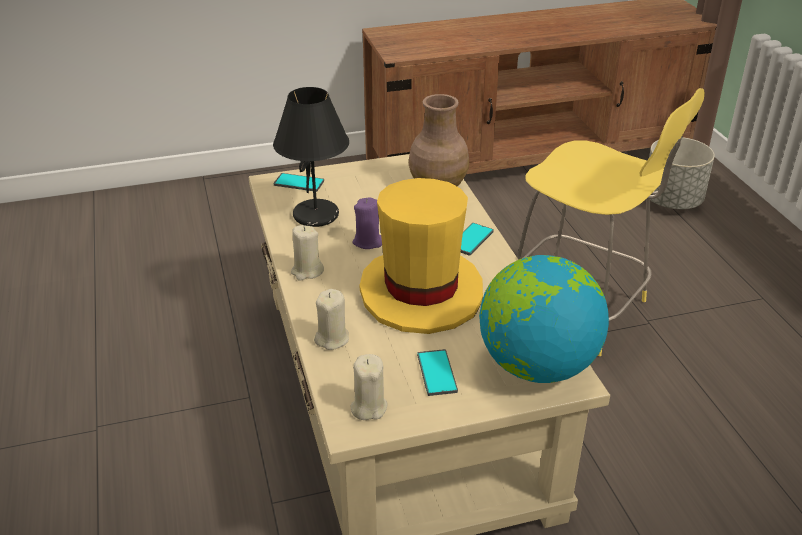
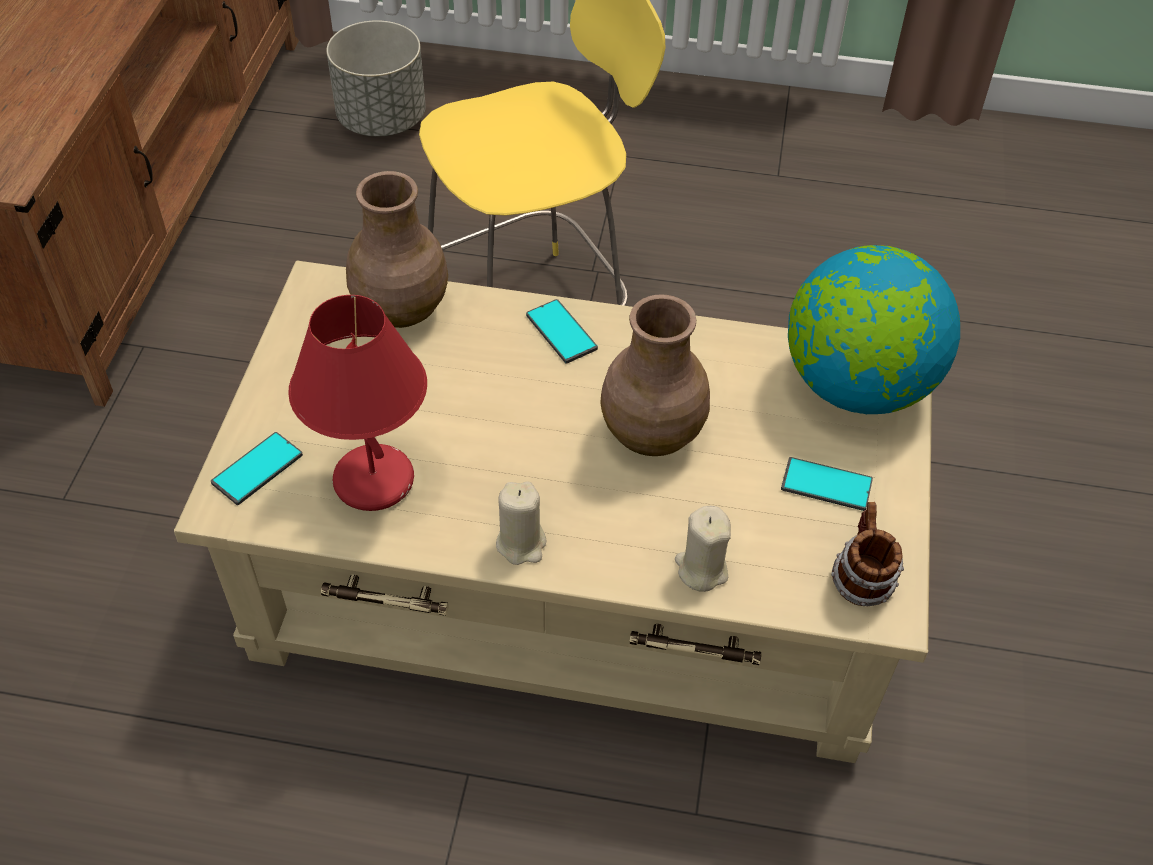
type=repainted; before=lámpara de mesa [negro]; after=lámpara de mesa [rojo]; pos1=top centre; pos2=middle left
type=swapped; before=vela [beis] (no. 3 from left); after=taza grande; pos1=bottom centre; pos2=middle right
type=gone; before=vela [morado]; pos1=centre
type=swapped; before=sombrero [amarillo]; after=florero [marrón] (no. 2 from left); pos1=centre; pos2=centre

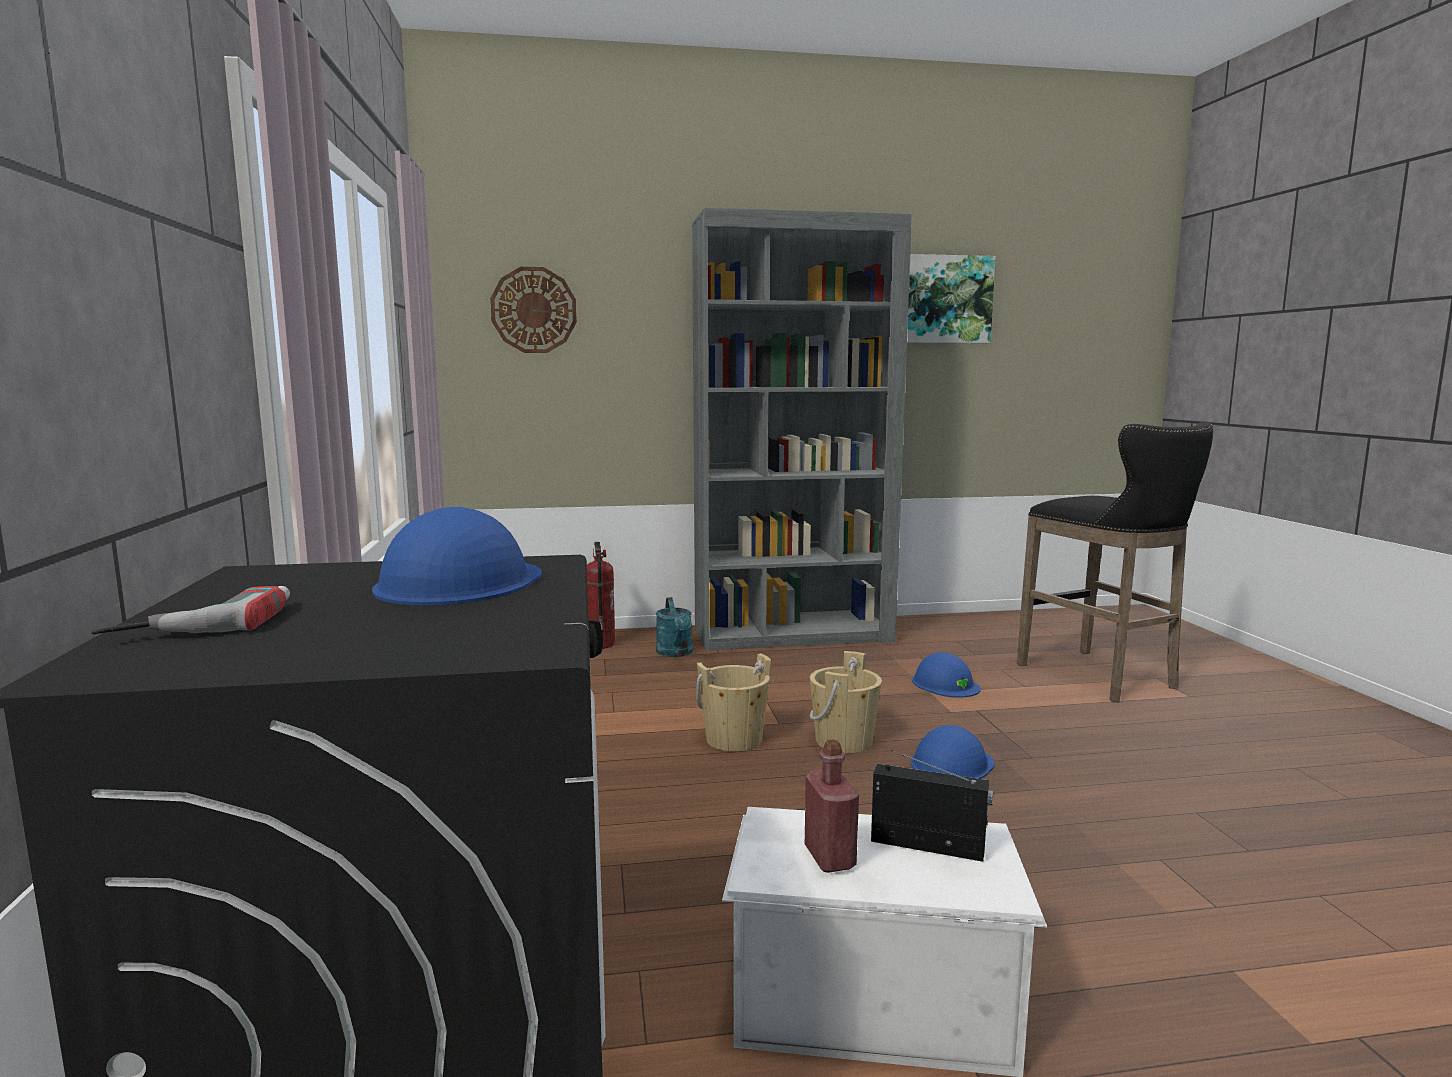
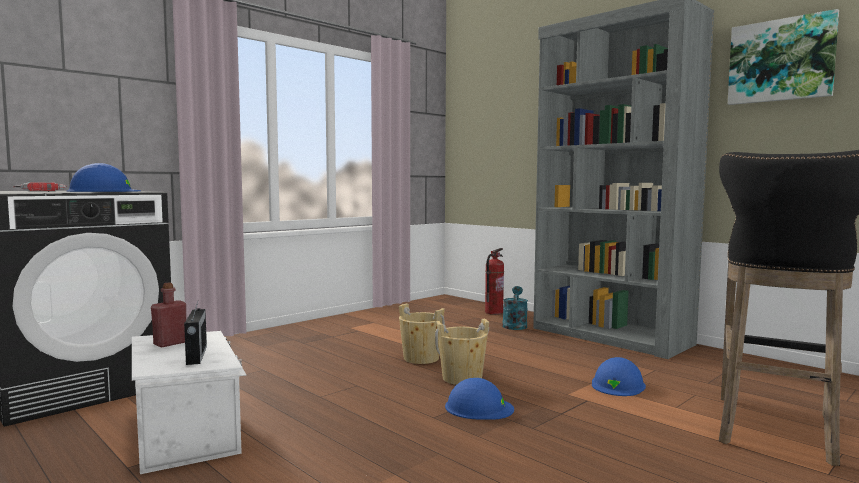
type=gone; before=reloj de pared; pos1=top centre
type=rotated; before=regadera [turquesa]; pos1=centre; pos2=centre; turn=150

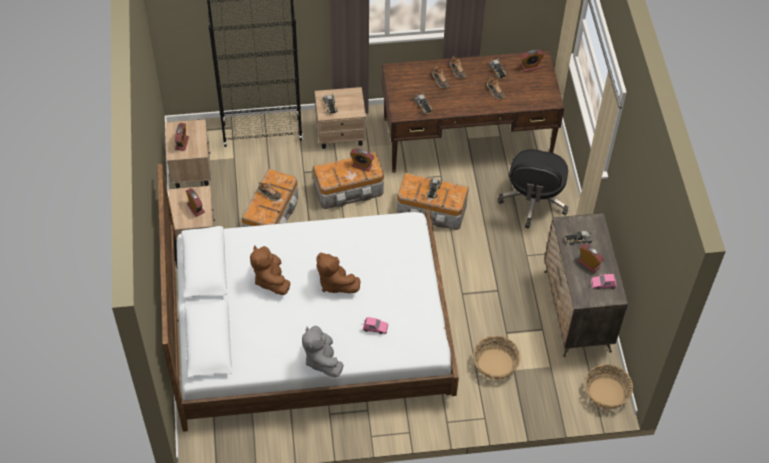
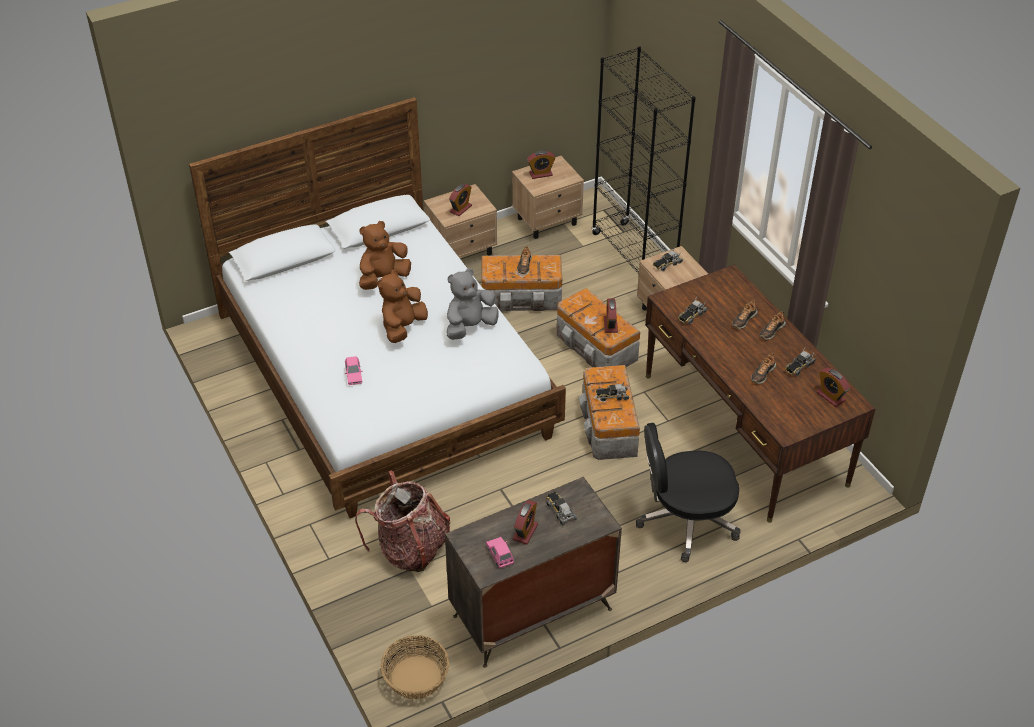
type=shifted; before=peluche [gris]; pos1=bottom centre; pos2=centre
type=swapped; before=cesta (no. 1 from left); after=mochila; pos1=bottom centre; pos2=bottom centre

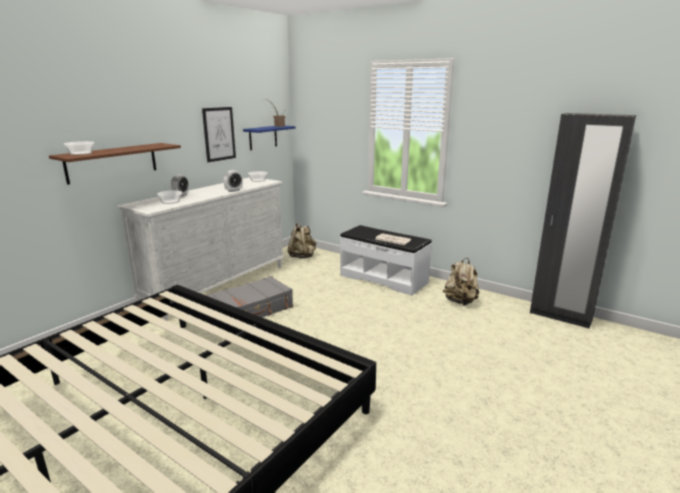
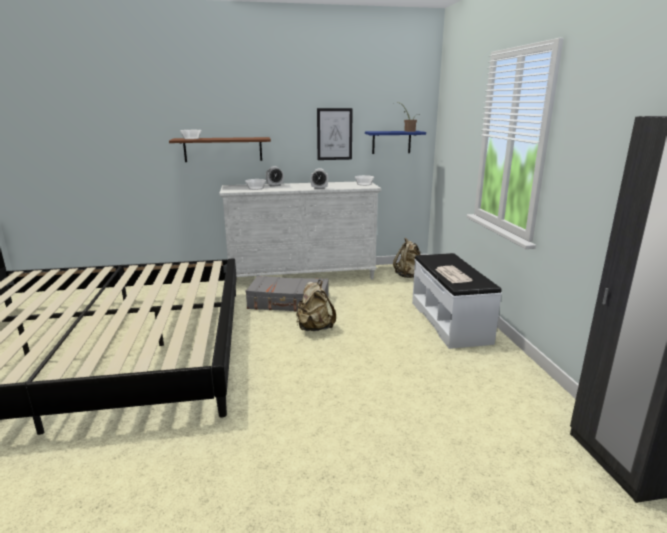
type=shifted; before=mochila [beis] (no. 2 from left in the first image); after=mochila [beis] (no. 1 from left); pos1=middle right; pos2=centre

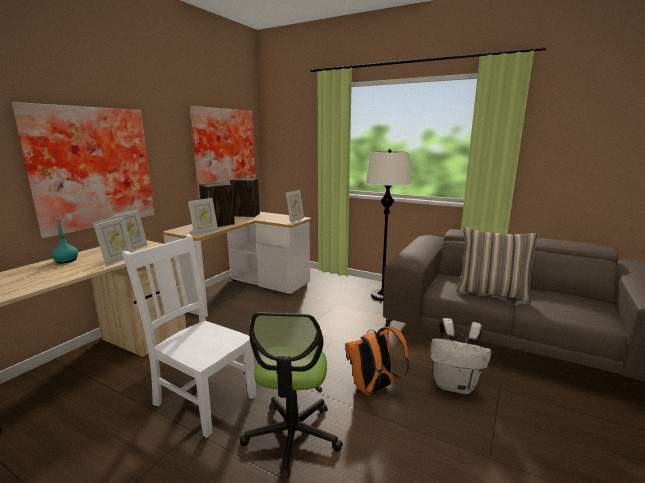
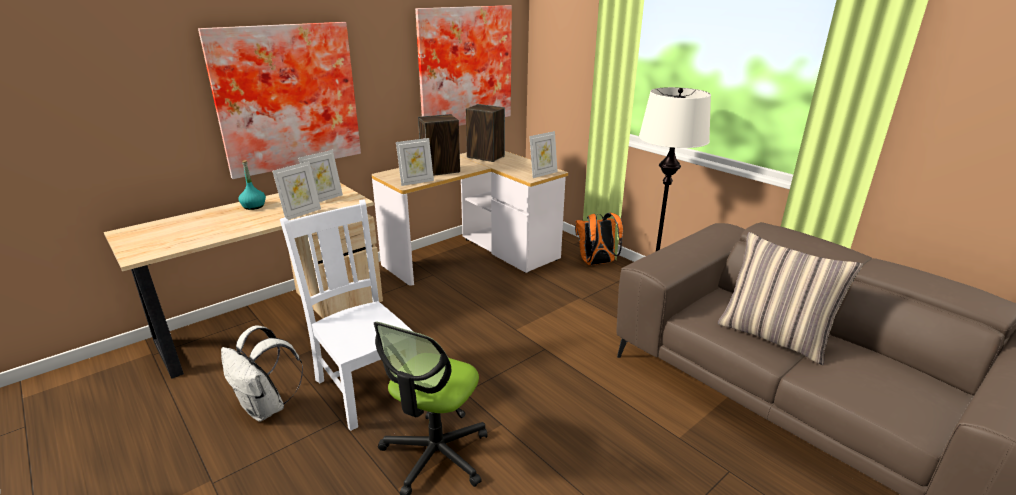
type=shifted; before=mochila [naranja]; pos1=bottom centre; pos2=centre
type=shifted; before=mochila [blanco]; pos1=bottom right; pos2=bottom left

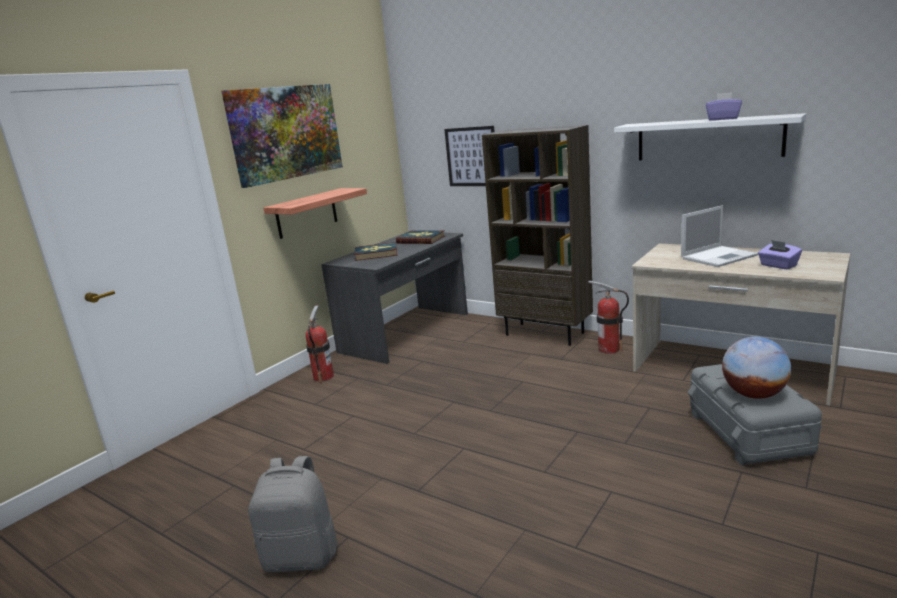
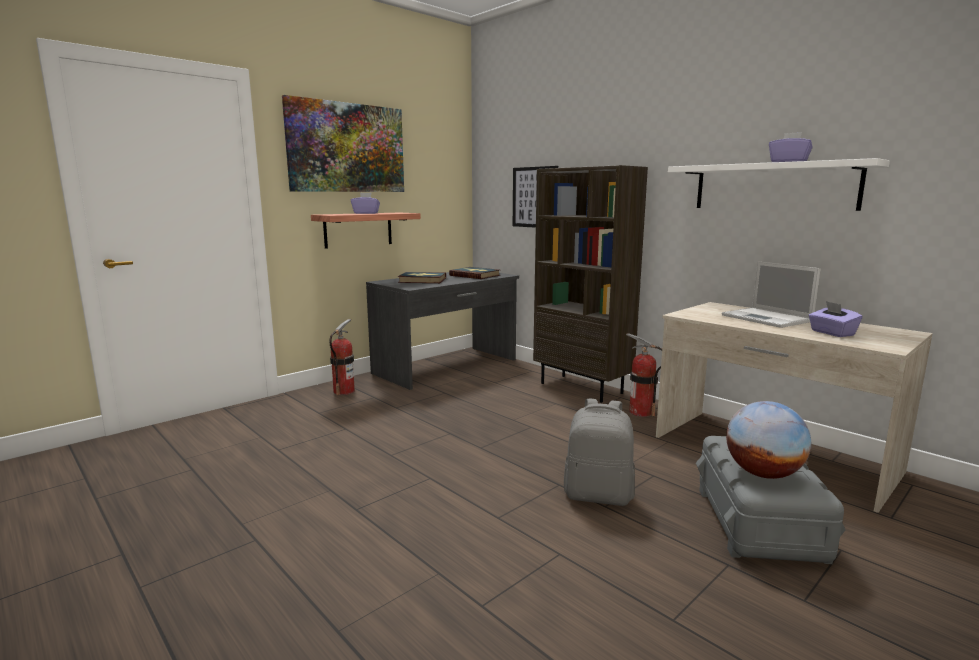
type=shifted; before=mochila [gris]; pos1=bottom left; pos2=bottom centre
type=rotated; before=portátil; pos1=middle right; pos2=middle right; turn=75
type=new; after=caja de pañuelos [morado] (no. 1 from left); pos2=top centre

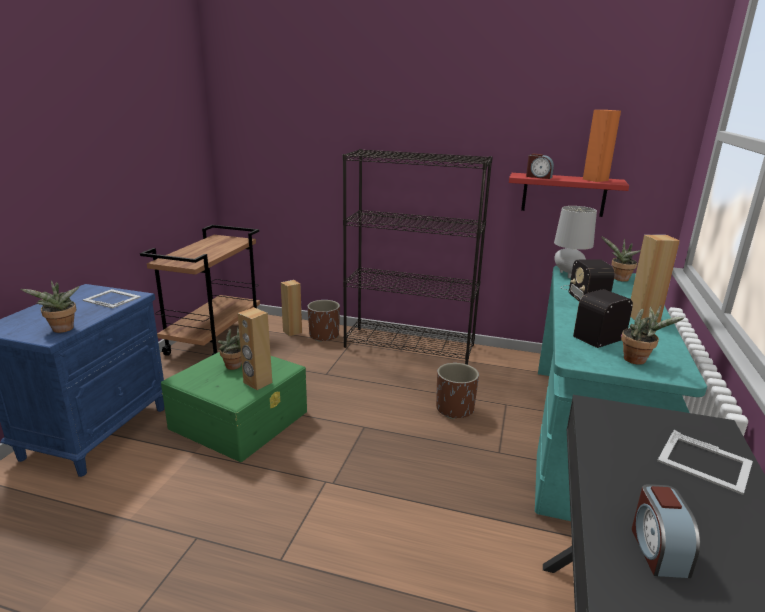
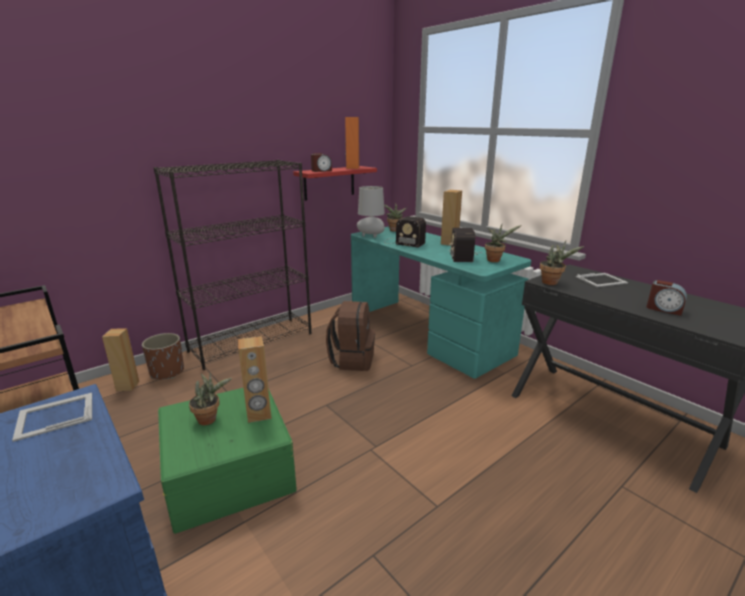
type=shifted; before=planta en maceta (no. 1 from left in the first image); after=planta en maceta (no. 4 from left); pos1=middle left; pos2=middle right
type=swapped; before=maceta [marrón] (no. 2 from left); after=mochila [marrón]; pos1=centre; pos2=centre

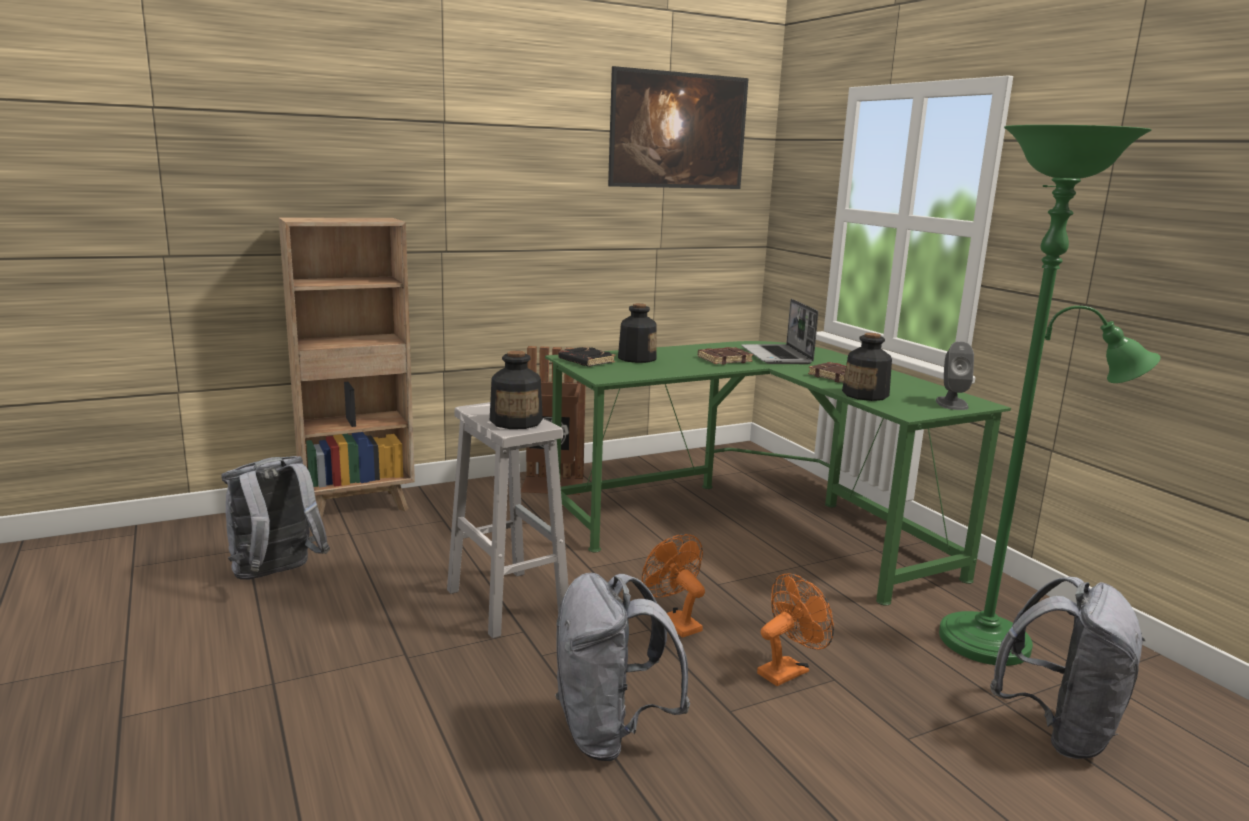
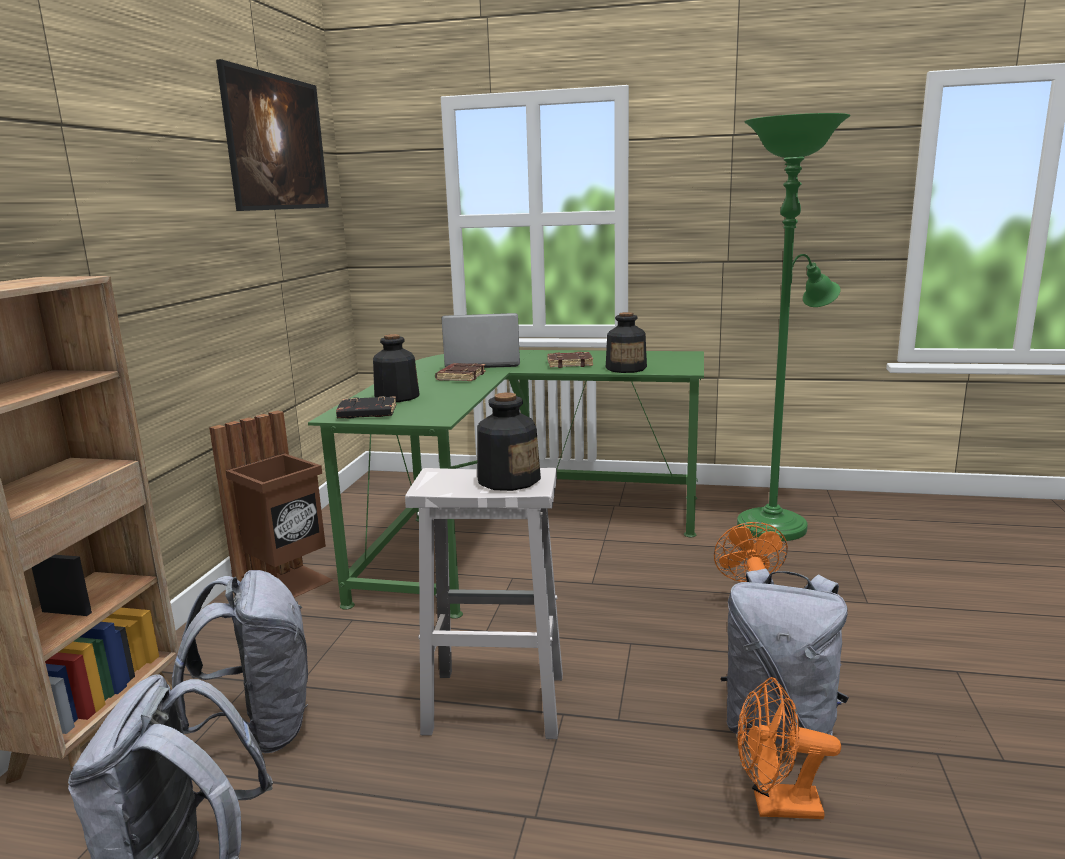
type=shifted; before=ventilador [naranja] (no. 1 from left in the first image); after=ventilador [naranja] (no. 2 from left); pos1=bottom centre; pos2=bottom right
type=rotated; before=portátil; pos1=centre; pos2=centre; turn=150
type=gone; before=altavoz [gris]; pos1=middle right
type=shifted; before=mochila [gris] (no. 3 from left in the first image); after=mochila [gris] (no. 2 from left); pos1=bottom right; pos2=bottom left

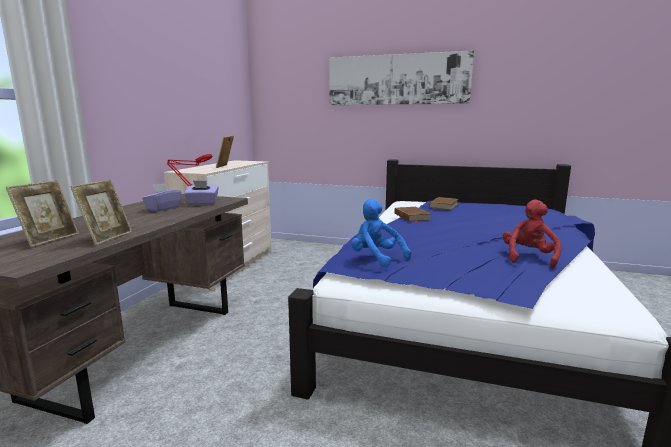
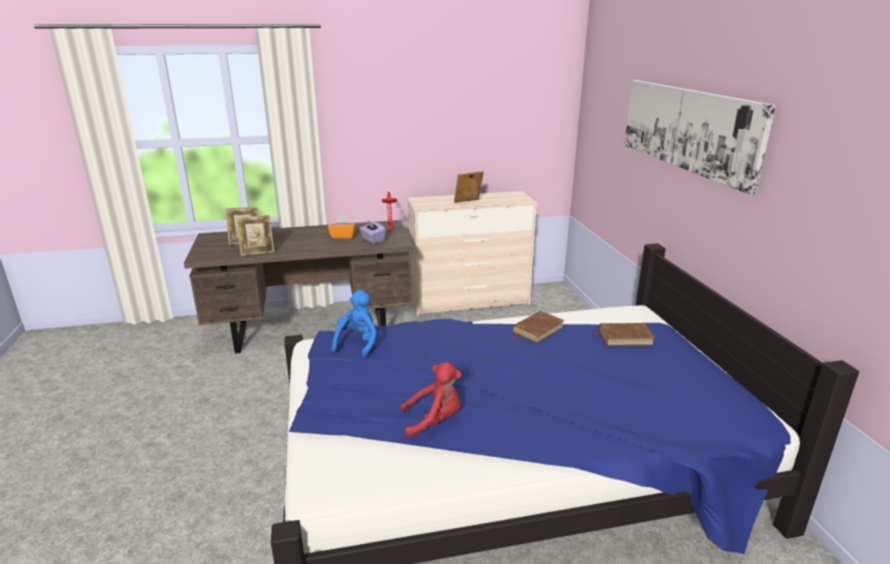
type=repainted; before=caja de pañuelos [morado] (no. 1 from left); after=caja de pañuelos [naranja]; pos1=middle left; pos2=centre

